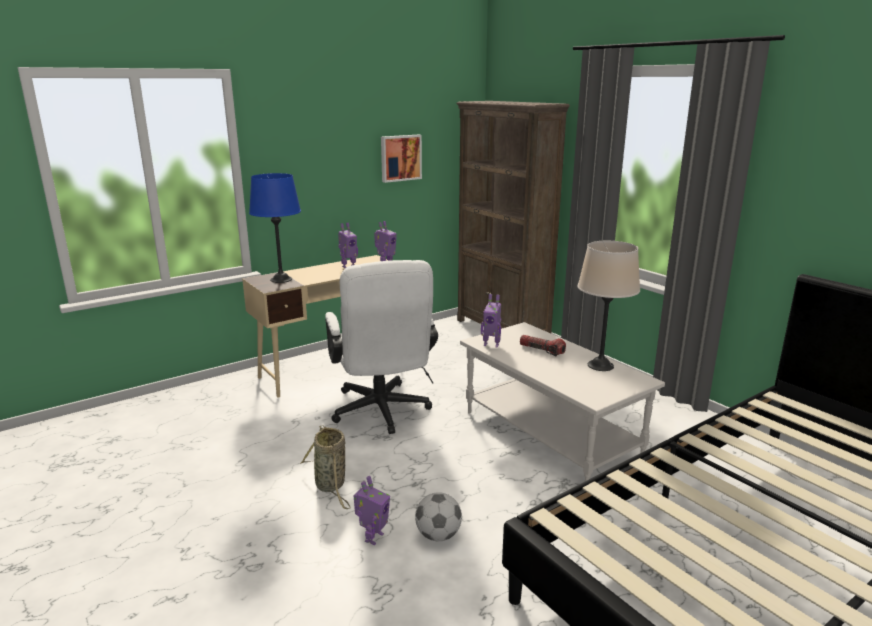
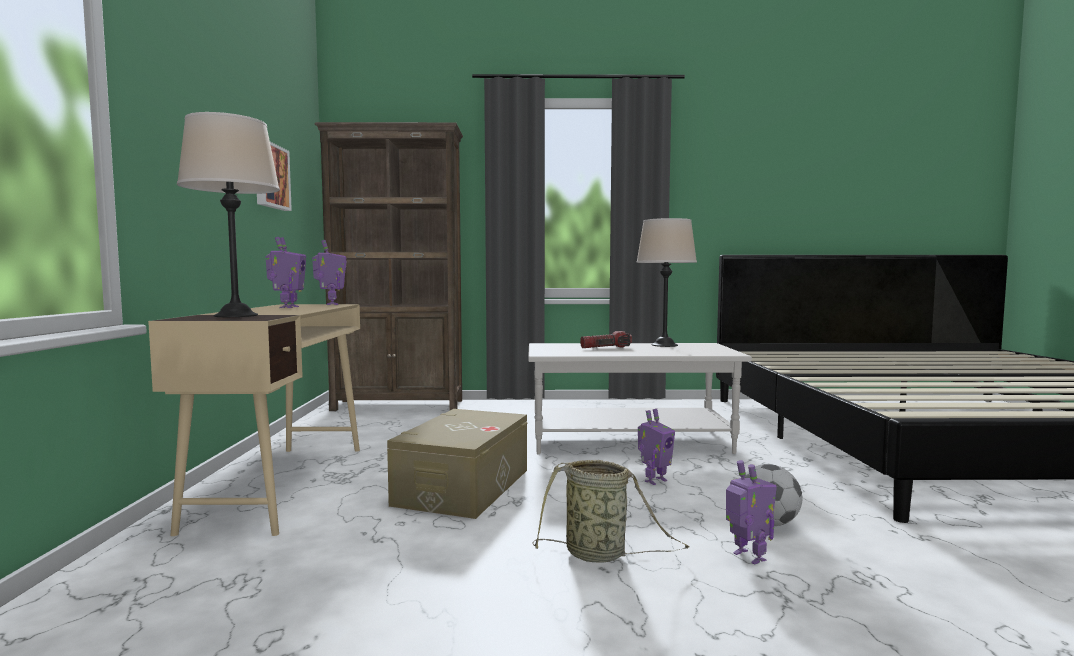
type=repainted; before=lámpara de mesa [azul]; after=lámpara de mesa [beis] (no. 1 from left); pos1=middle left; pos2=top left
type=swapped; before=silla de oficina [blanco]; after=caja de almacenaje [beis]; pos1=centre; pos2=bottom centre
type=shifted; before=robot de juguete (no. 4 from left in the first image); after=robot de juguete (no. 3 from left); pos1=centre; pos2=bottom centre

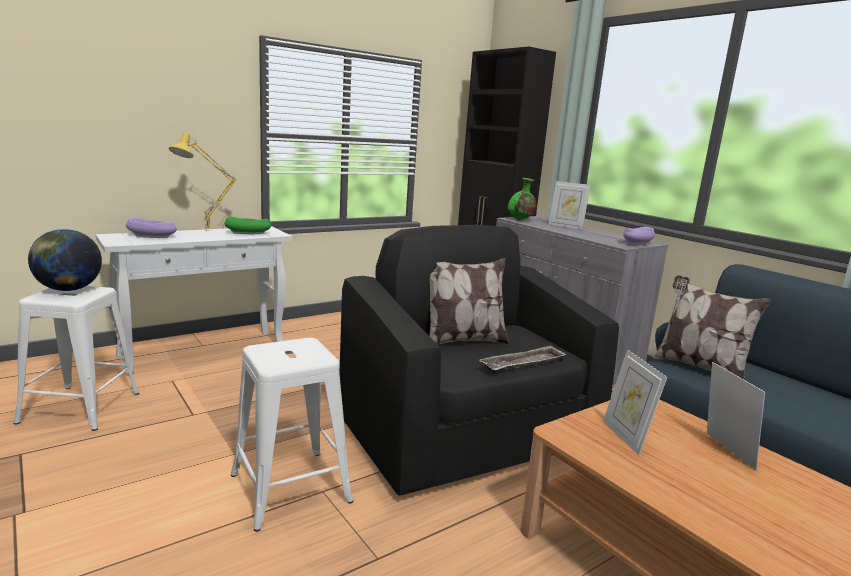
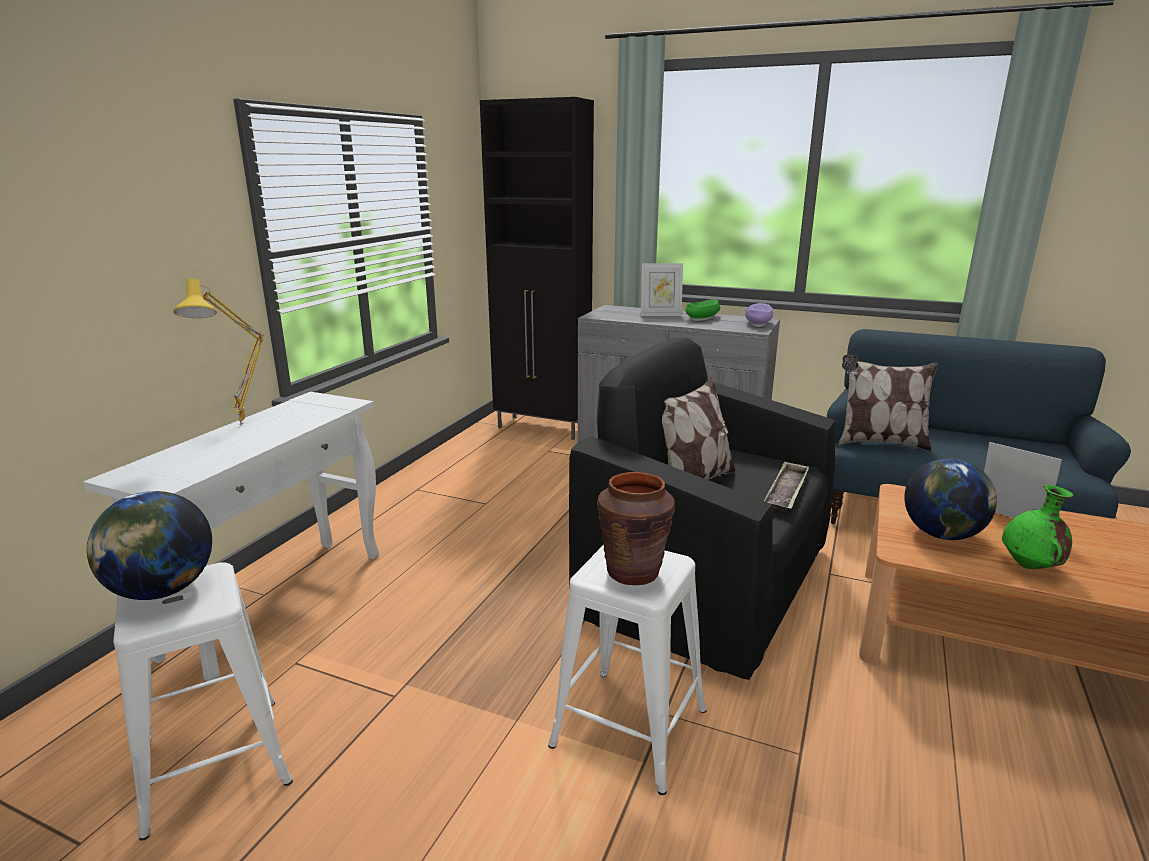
type=gone; before=cuenco [morado] (no. 1 from left); pos1=middle left
type=shifted; before=cuenco [verde]; pos1=middle left; pos2=centre
type=shifted; before=florero [verde]; pos1=centre; pos2=middle right
type=swapped; before=portarretratos (no. 2 from left); after=globo terráqueo (no. 2 from left); pos1=bottom right; pos2=middle right
type=new; after=florero [marrón]; pos2=centre

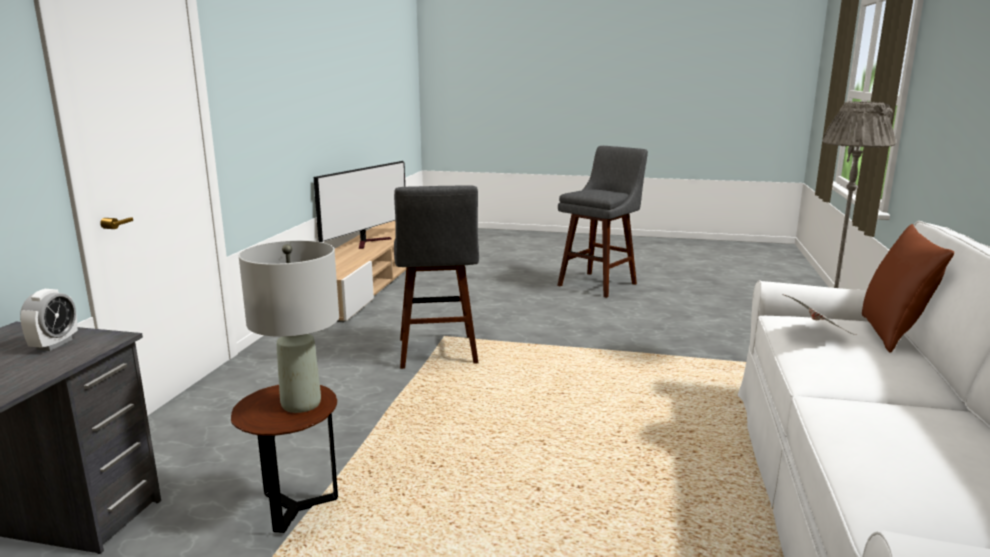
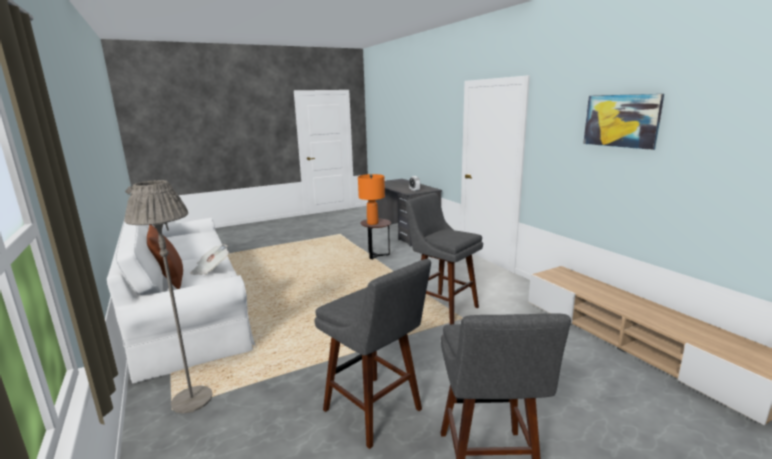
type=repainted; before=lámpara de mesa [gris]; after=lámpara de mesa [naranja]; pos1=middle left; pos2=centre
type=gone; before=televisor; pos1=centre
type=new; after=taburete [gris] (no. 1 from left); pos2=bottom centre
type=new; after=cuadro; pos2=top right

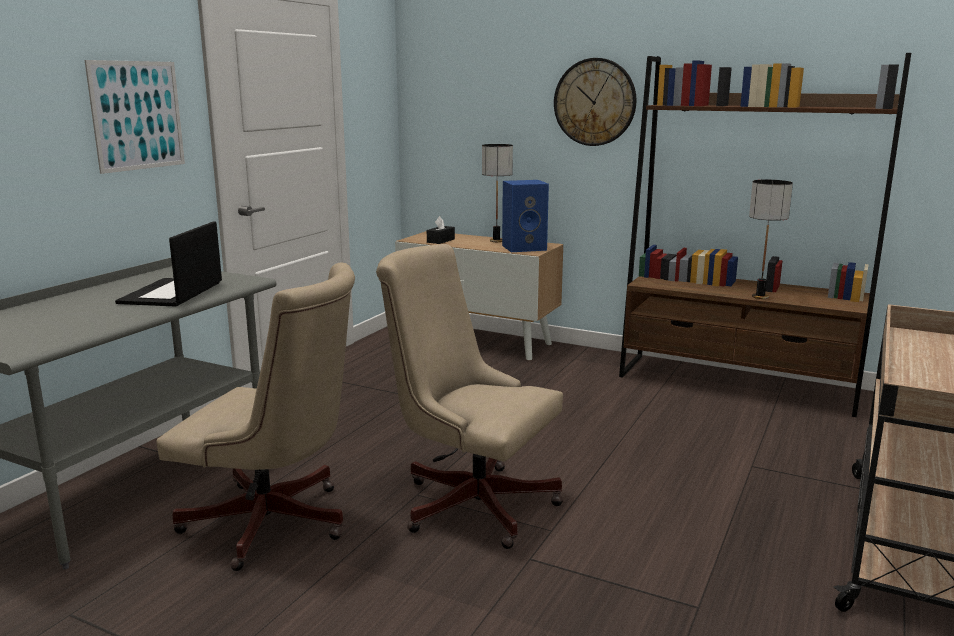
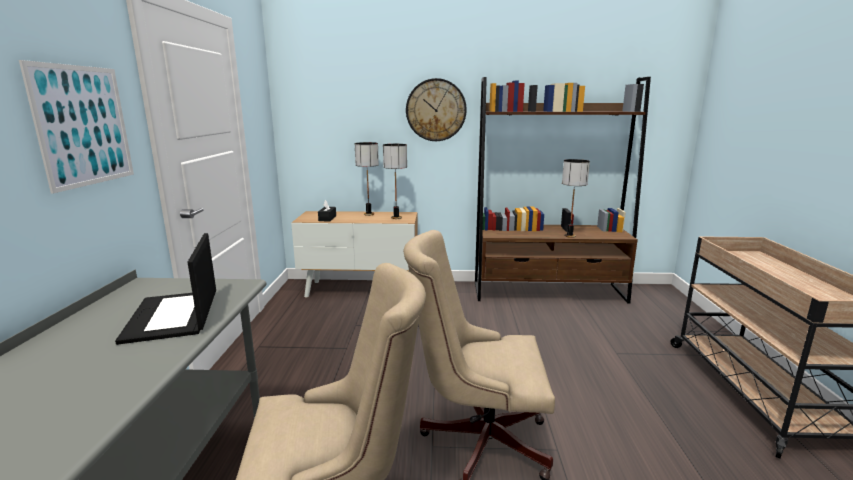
type=swapped; before=altavoz [azul]; after=lámpara de mesa (no. 2 from left); pos1=centre; pos2=centre

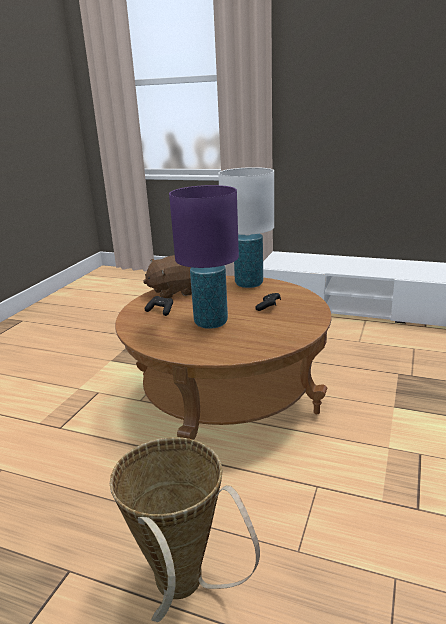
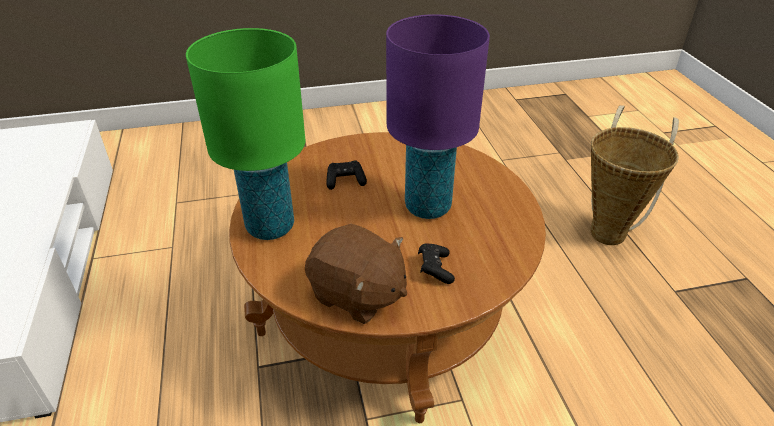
type=repainted; before=lámpara de mesa [blanco]; after=lámpara de mesa [verde]; pos1=centre; pos2=top left

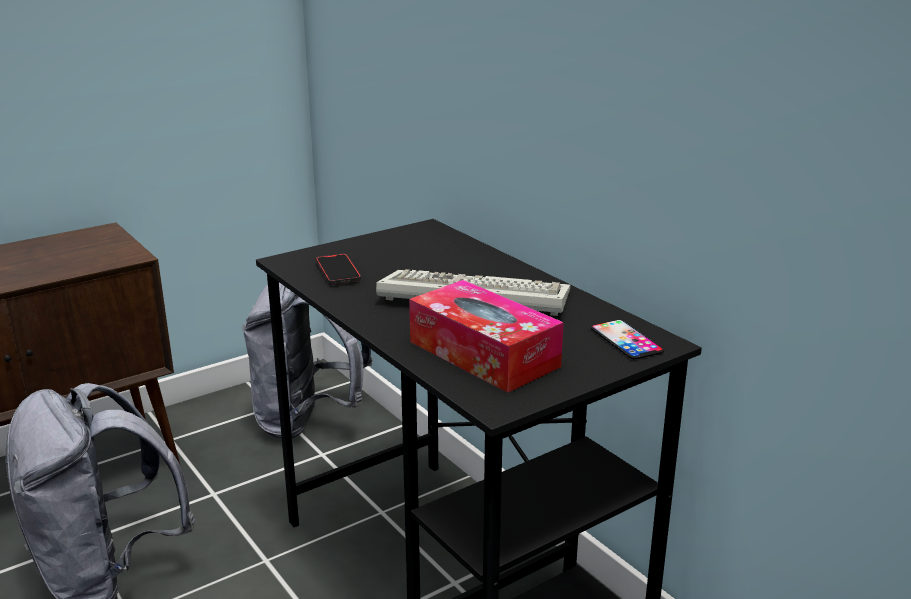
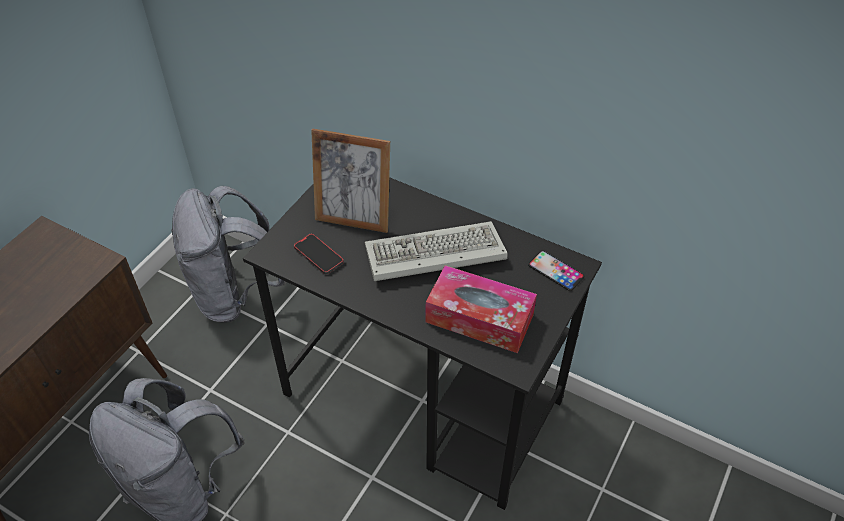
type=new; after=portarretratos; pos2=centre

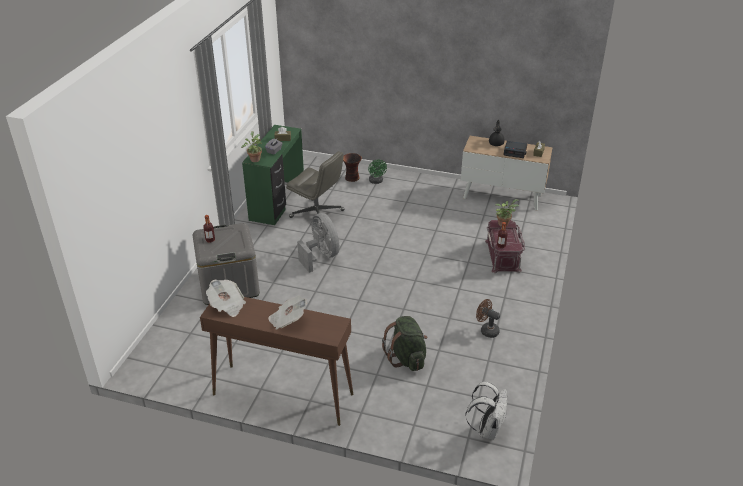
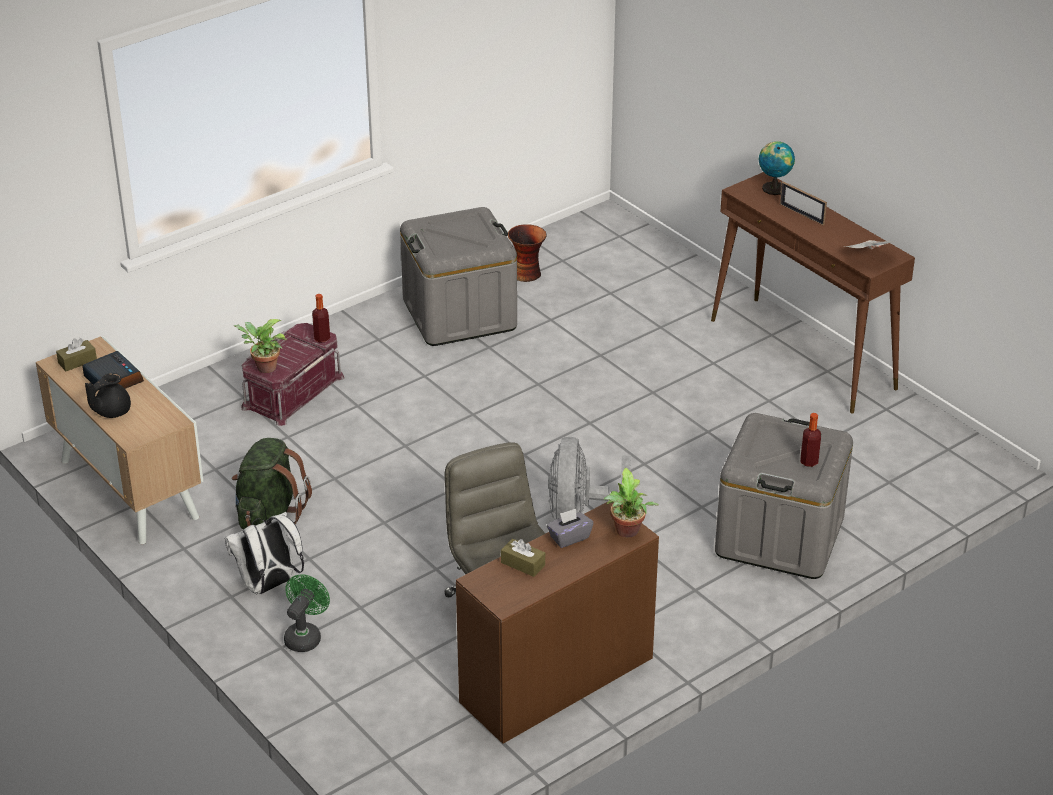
type=repainted; before=escritorio [verde]; after=escritorio [marrón]; pos1=centre; pos2=bottom centre
type=swapped; before=periódico (no. 2 from left); after=portarretratos; pos1=centre; pos2=top right
type=shifted; before=florero; pos1=centre; pos2=top centre
type=shifted; before=mochila [verde]; pos1=bottom centre; pos2=middle left
type=shifted; before=mochila [blanco]; pos1=bottom centre; pos2=bottom left
type=swapped; before=ventilador [marrón]; after=caja de almacenaje [gris] (no. 1 from left); pos1=centre; pos2=centre
type=new; after=globo terráqueo; pos2=top right

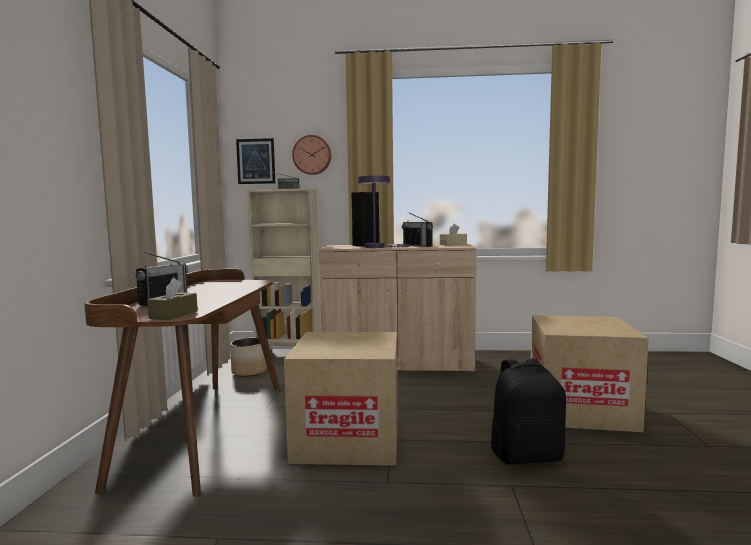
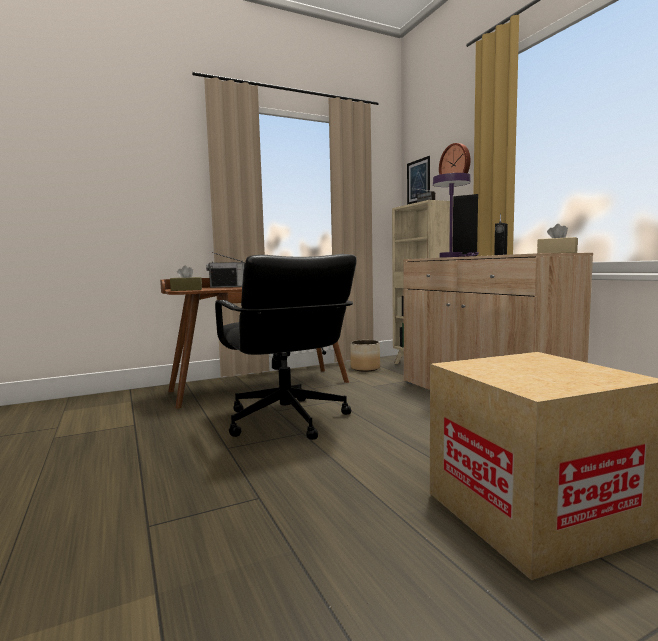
type=swapped; before=caja de cartón (no. 1 from left); after=silla de oficina [negro]; pos1=bottom centre; pos2=centre
type=gone; before=mochila [negro]; pos1=bottom right

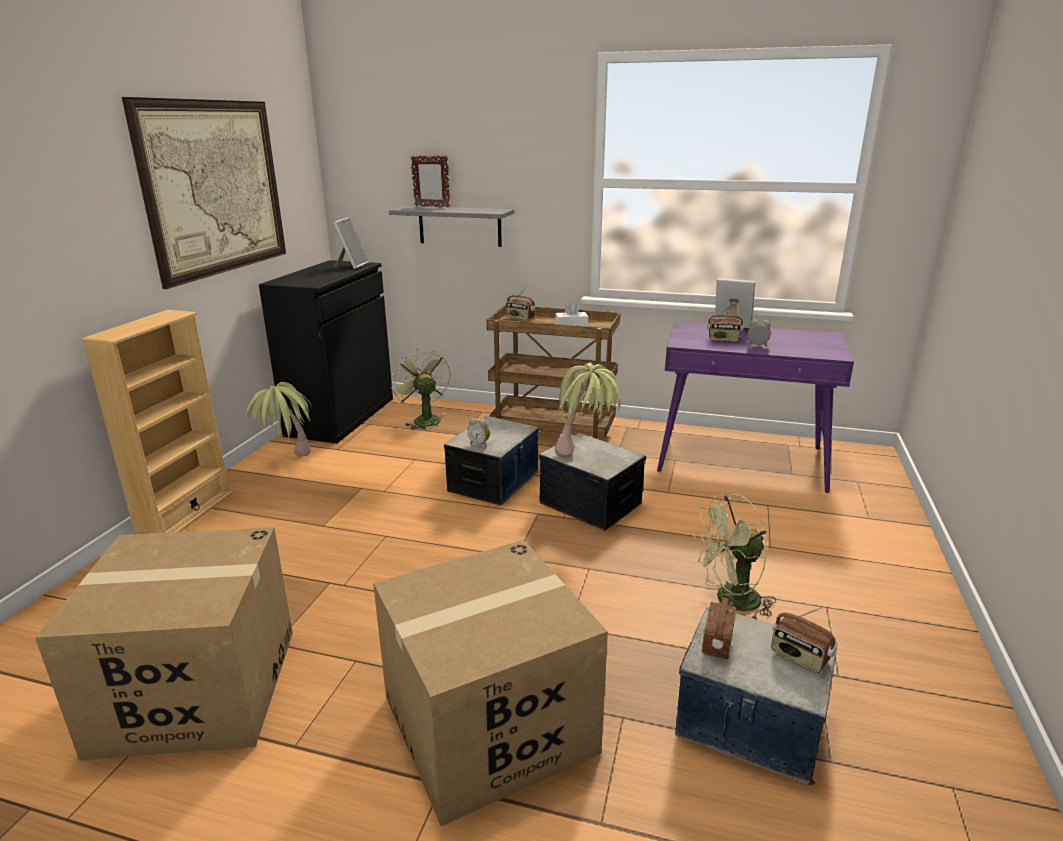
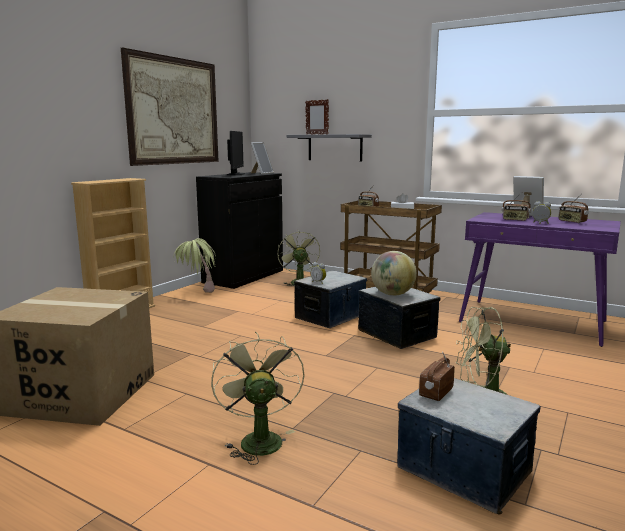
type=swapped; before=caja de cartón (no. 2 from left); after=ventilador [verde] (no. 1 from left); pos1=bottom centre; pos2=bottom centre
type=swapped; before=planta en maceta (no. 2 from left); after=globo terráqueo; pos1=centre; pos2=centre
type=shifted; before=radio (no. 4 from left); pos1=bottom right; pos2=middle right
type=new; after=monitor; pos2=top centre

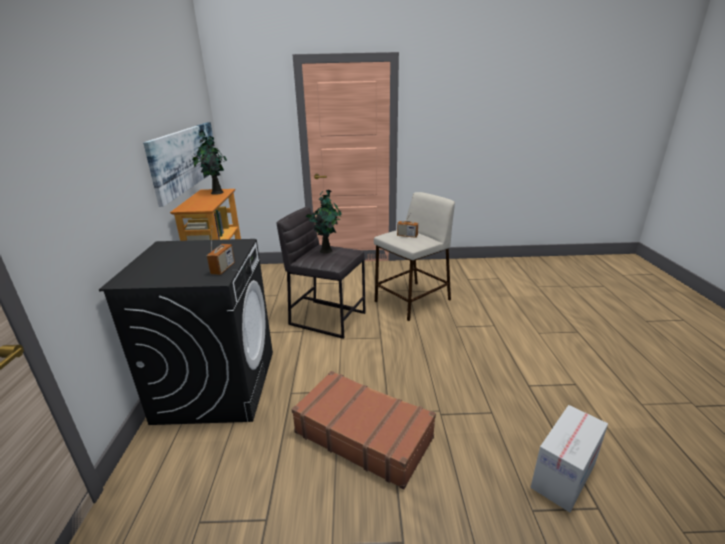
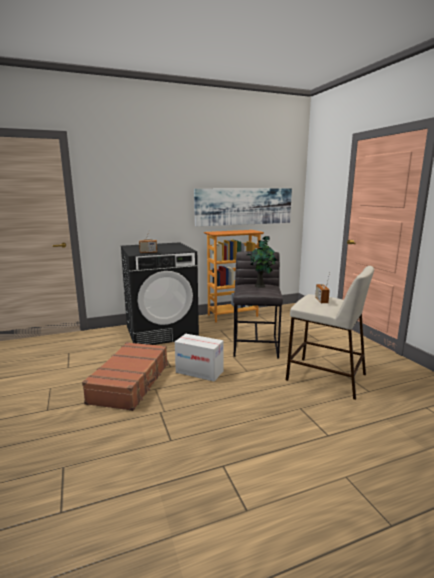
type=gone; before=planta en maceta (no. 1 from left); pos1=top left
type=shifted; before=caja de cartón; pos1=bottom right; pos2=centre

